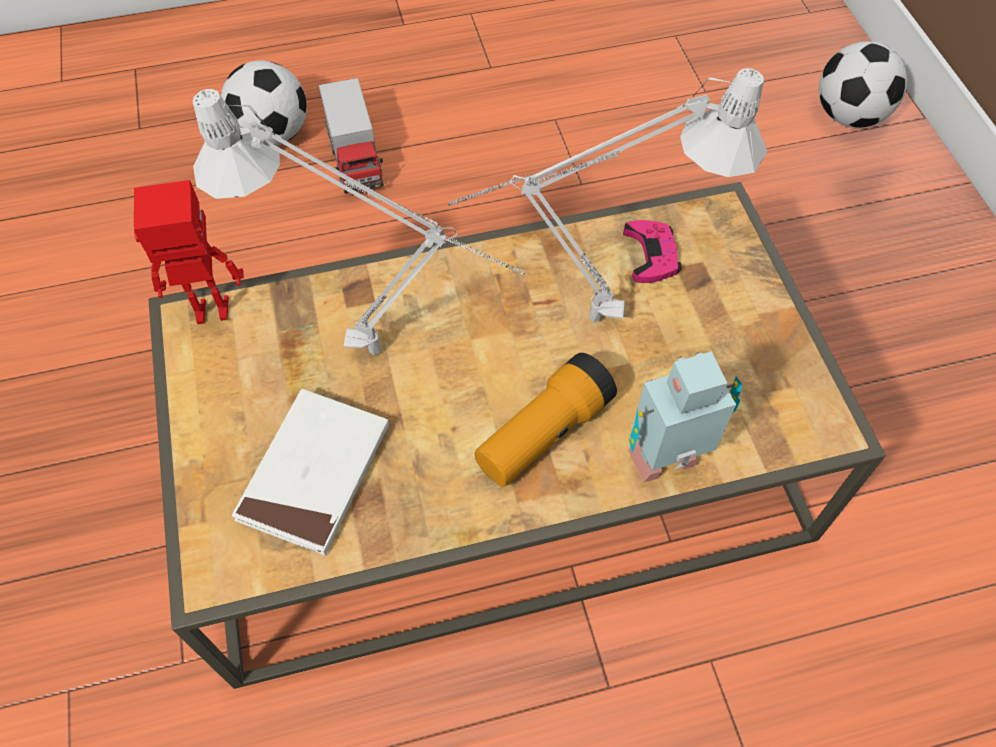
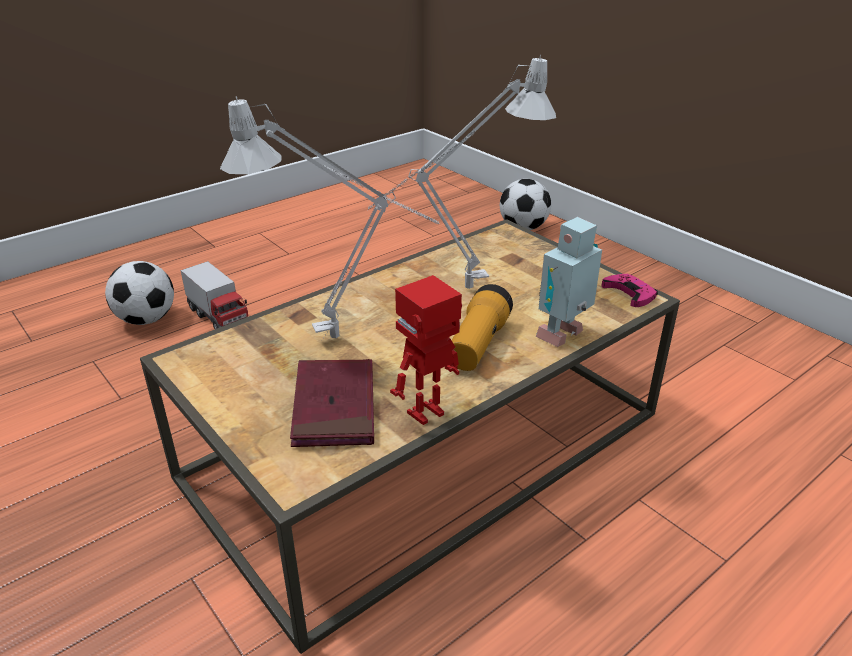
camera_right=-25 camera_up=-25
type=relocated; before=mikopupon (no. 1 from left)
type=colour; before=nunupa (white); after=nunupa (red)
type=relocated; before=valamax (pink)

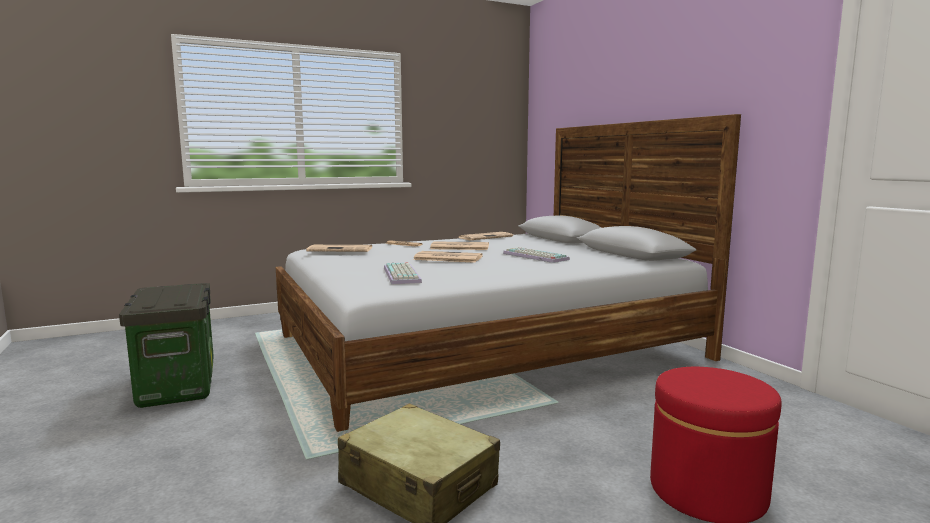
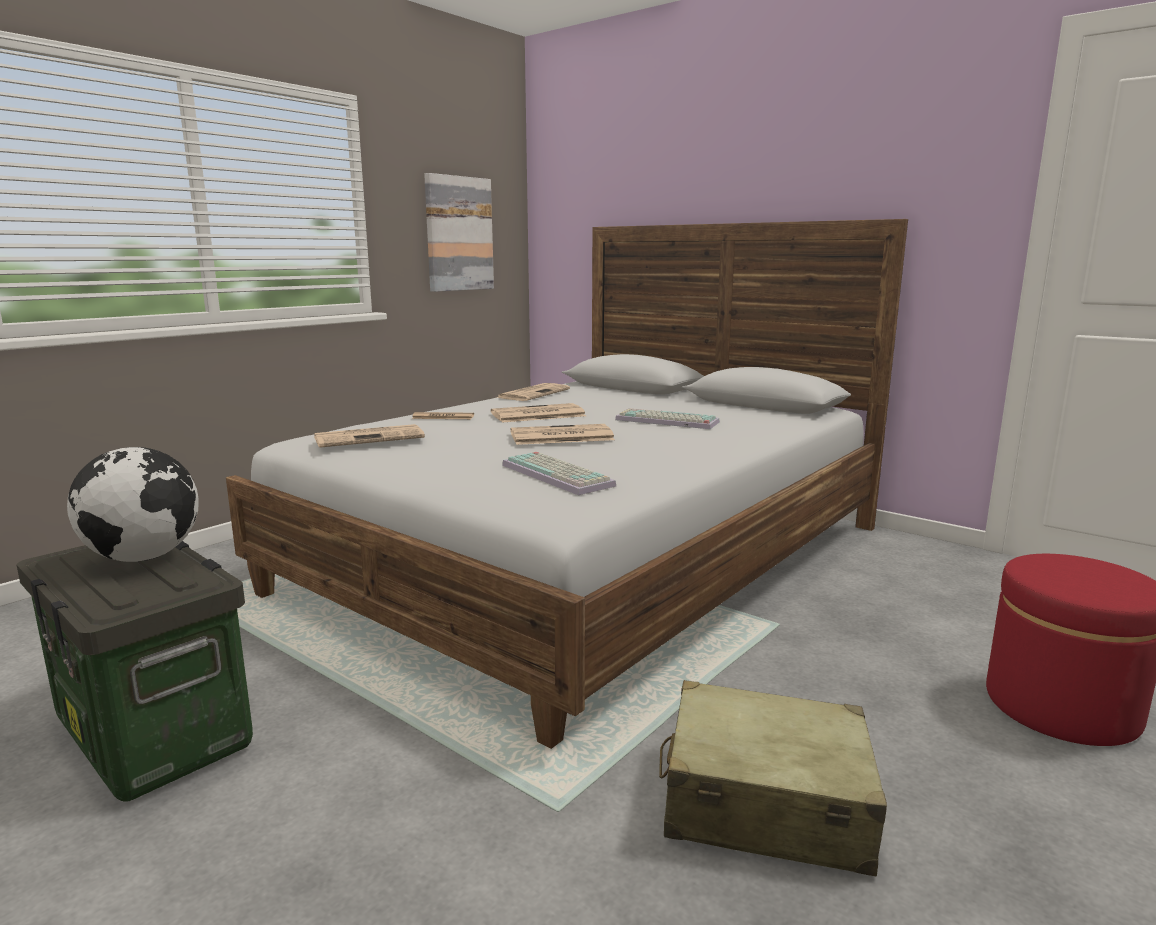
camera_right=-25 camera_up=5
type=appeared; after=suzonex
type=appeared; after=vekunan

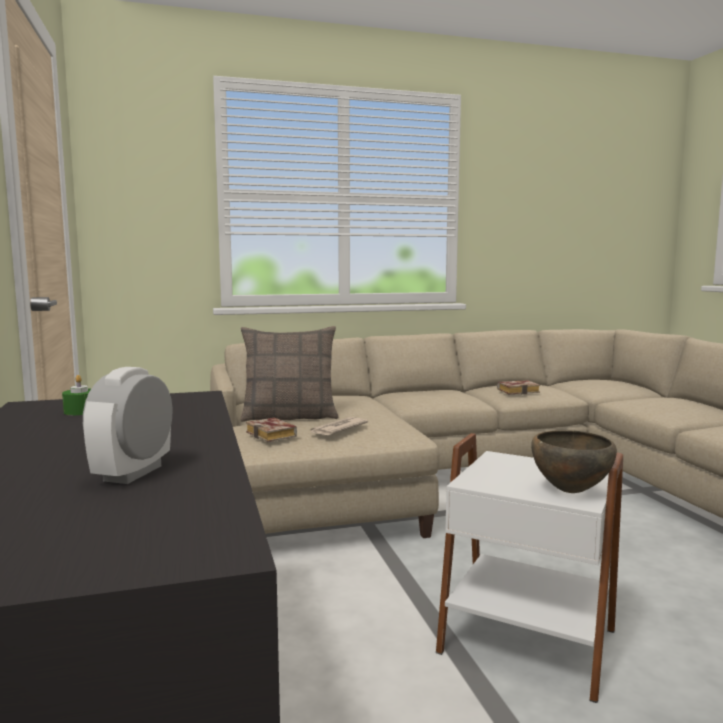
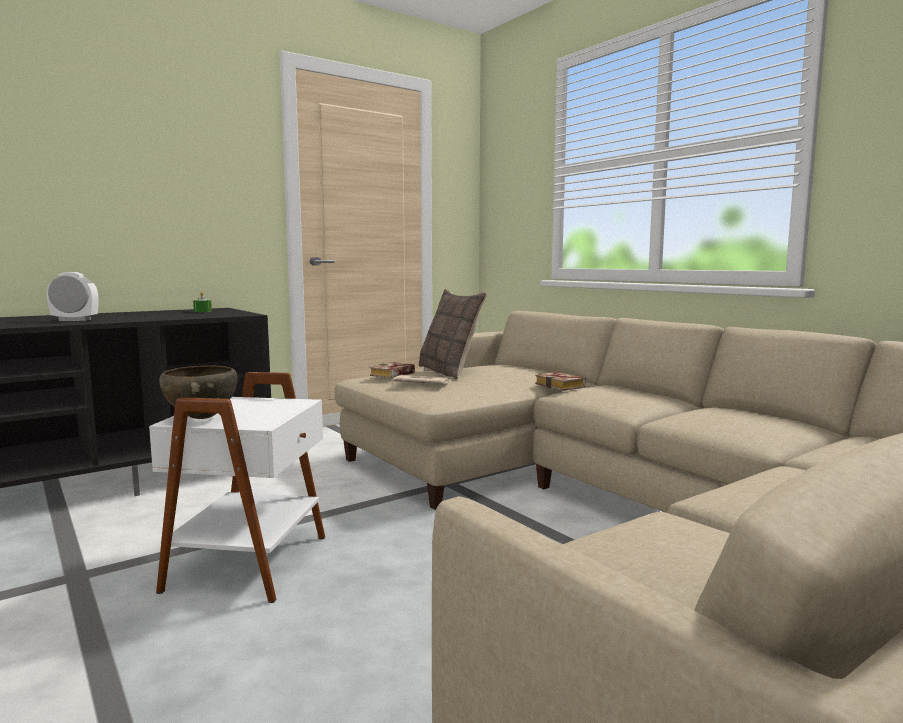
camera_right=70 camera_up=0
type=relocated; before=nunupa (no. 2 from left)

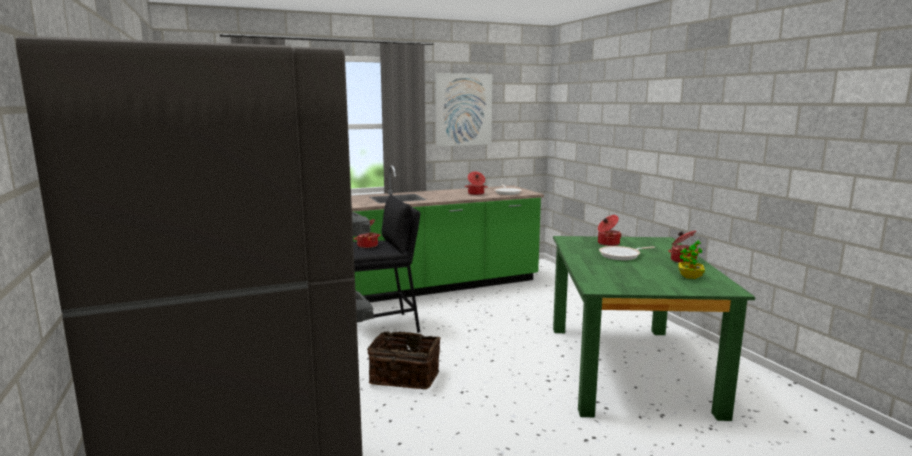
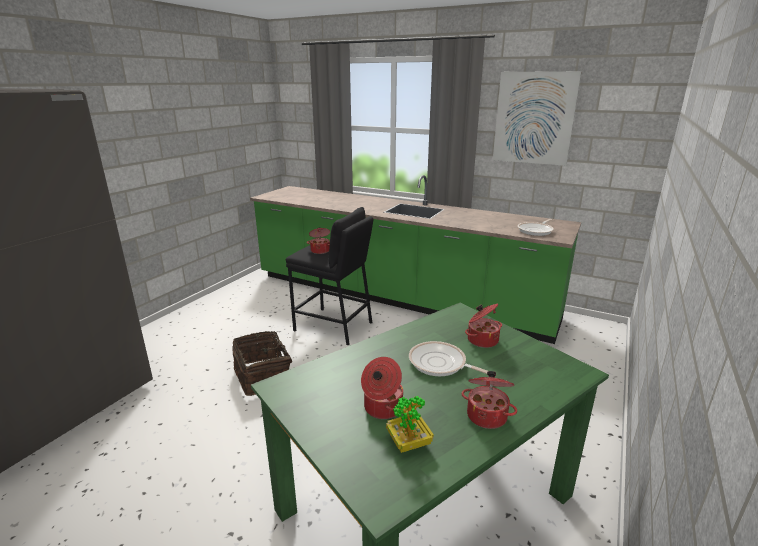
camera_right=50 camera_up=10
type=relocated; before=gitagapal (no. 2 from left)

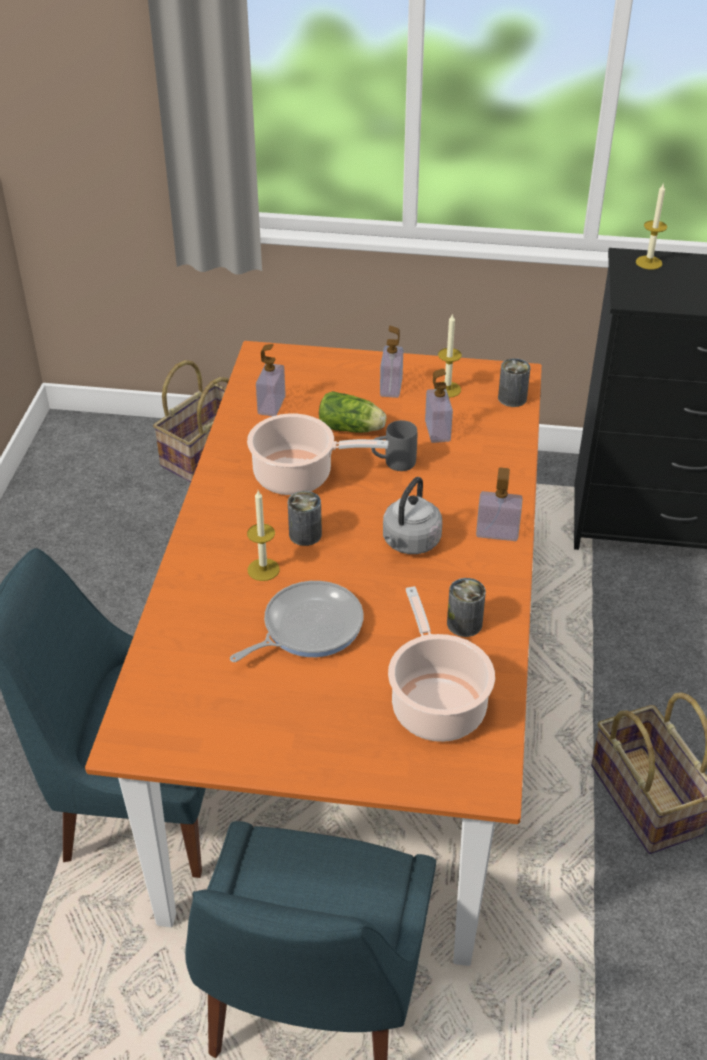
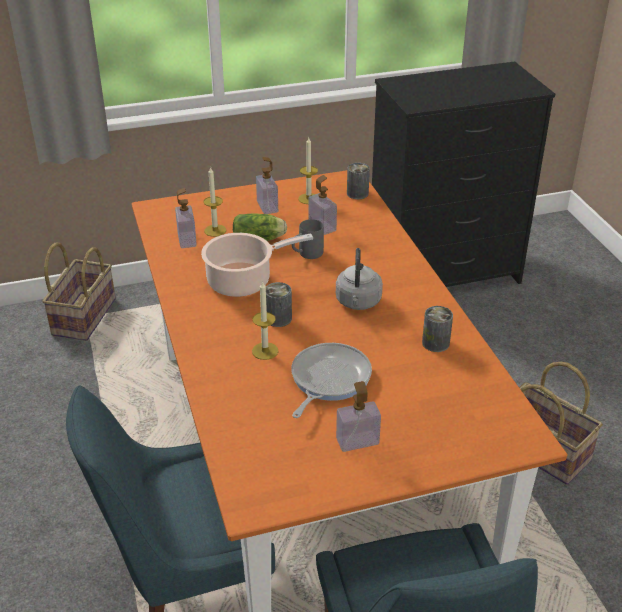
camera_right=-25 camera_up=-5
type=missing; before=gitagapal (no. 2 from left)
type=relocated; before=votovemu (no. 4 from left)
type=relocated; before=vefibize (no. 3 from left in the first image); after=vefibize (no. 1 from left)

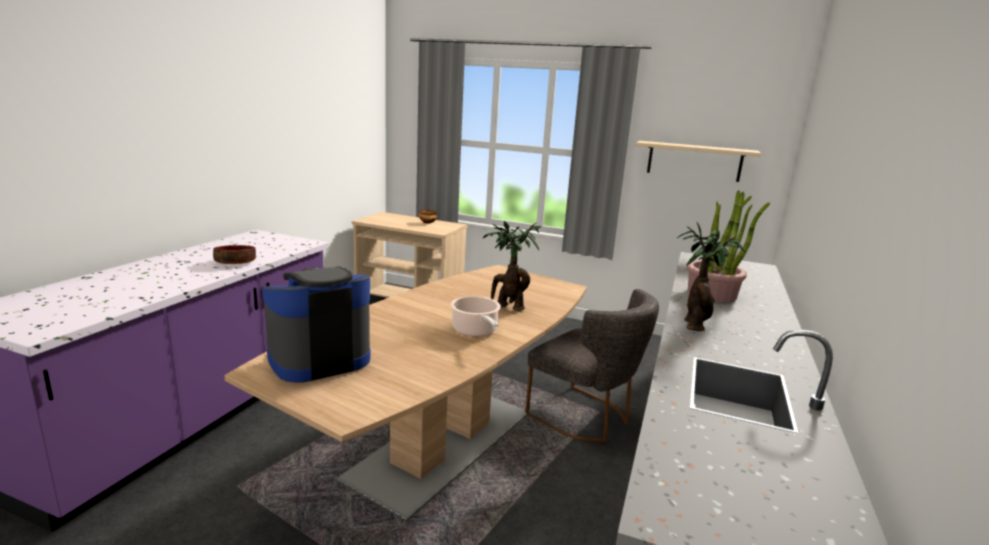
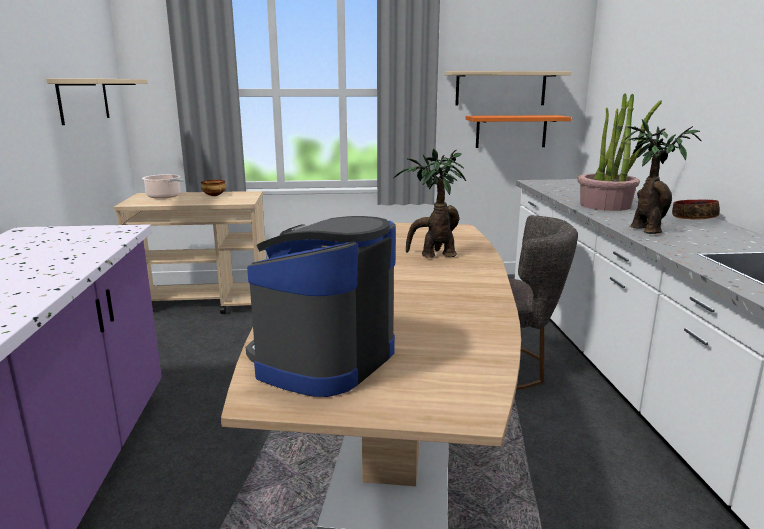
camera_right=-25 camera_up=0
type=relocated; before=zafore (no. 1 from left in the first image); after=zafore (no. 2 from left)
type=relocated; before=gitagapal
type=appeared; after=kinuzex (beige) (no. 1 from left)
type=appeared; after=kinuzex (orange)

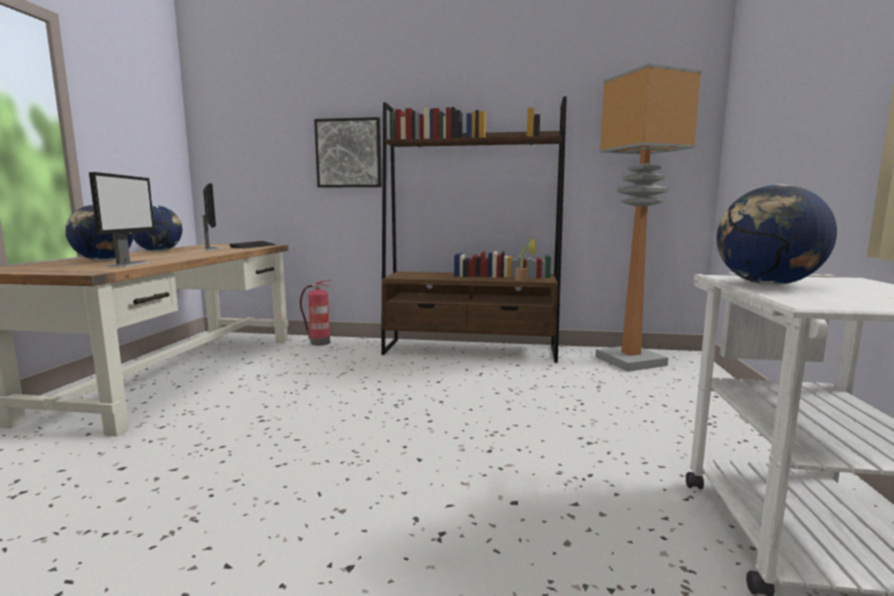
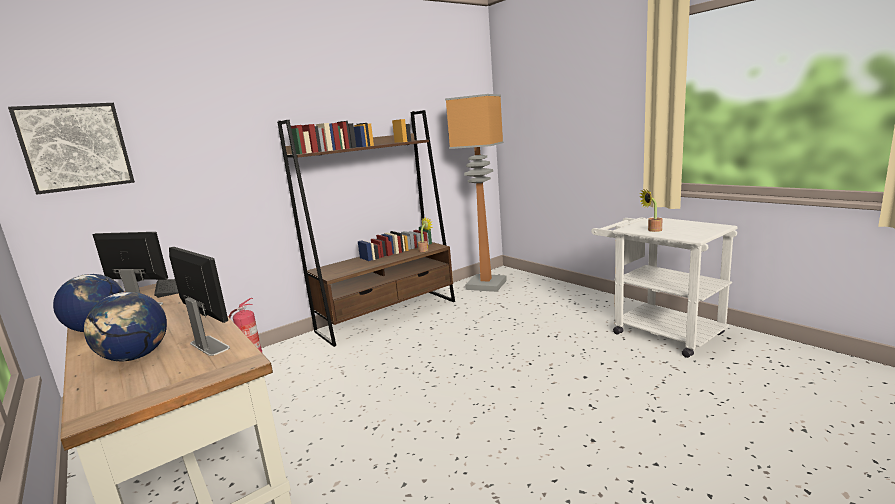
camera_right=-45 camera_up=5
type=relocated; before=vekunan
type=exchanged; before=suzonex (no. 3 from left); after=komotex (no. 2 from left)

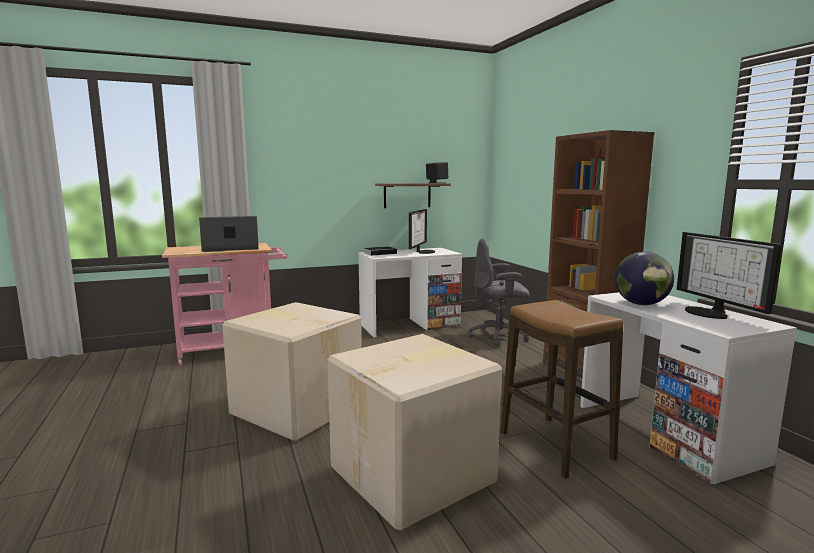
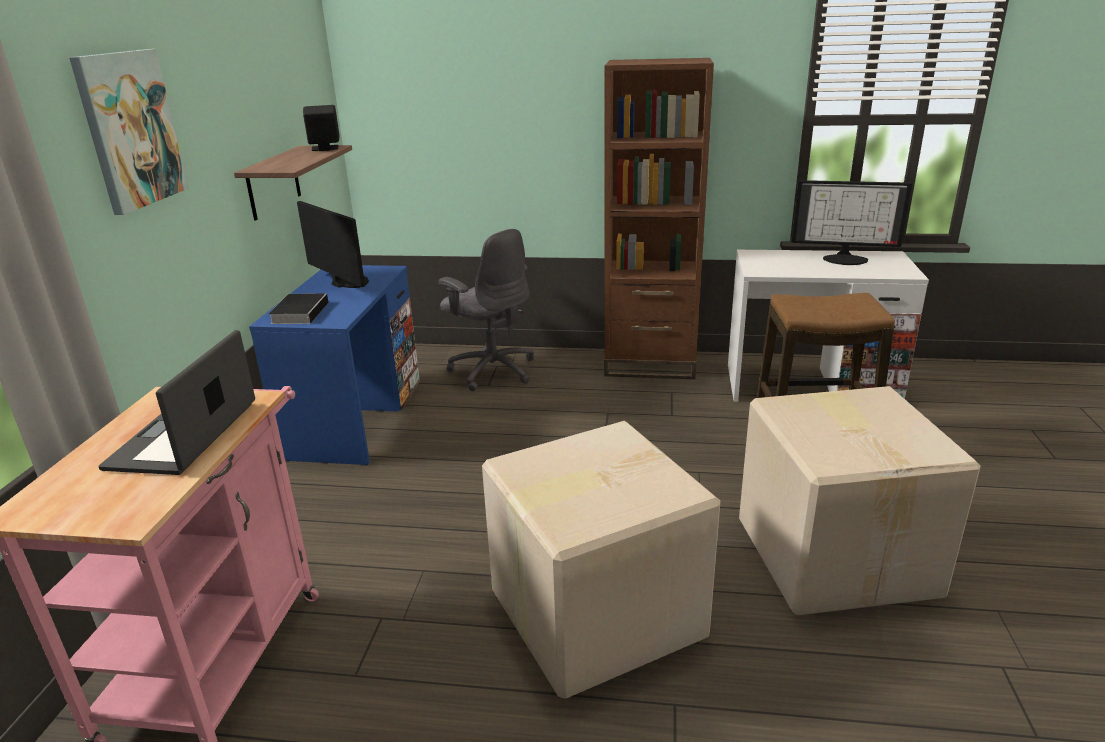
camera_right=-60 camera_up=15
type=colour; before=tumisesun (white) (no. 1 from left); after=tumisesun (blue)
type=spun; before=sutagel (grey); turn=-75
type=missing; before=suzonex
type=appeared; after=vekunan

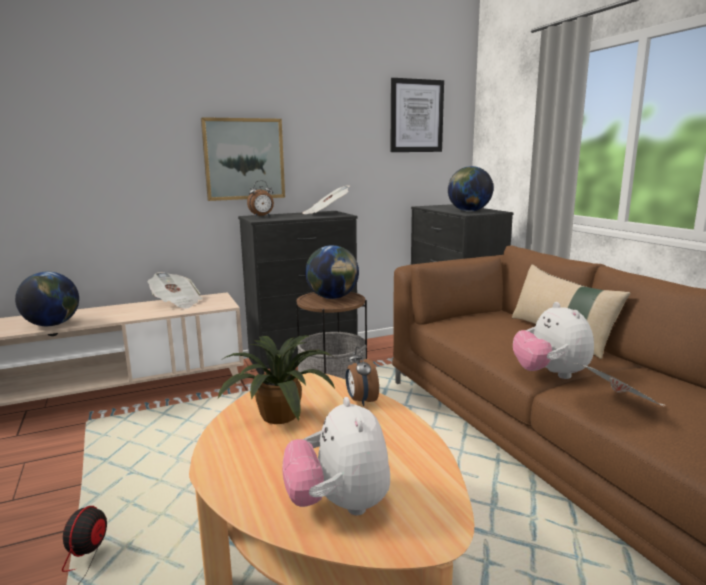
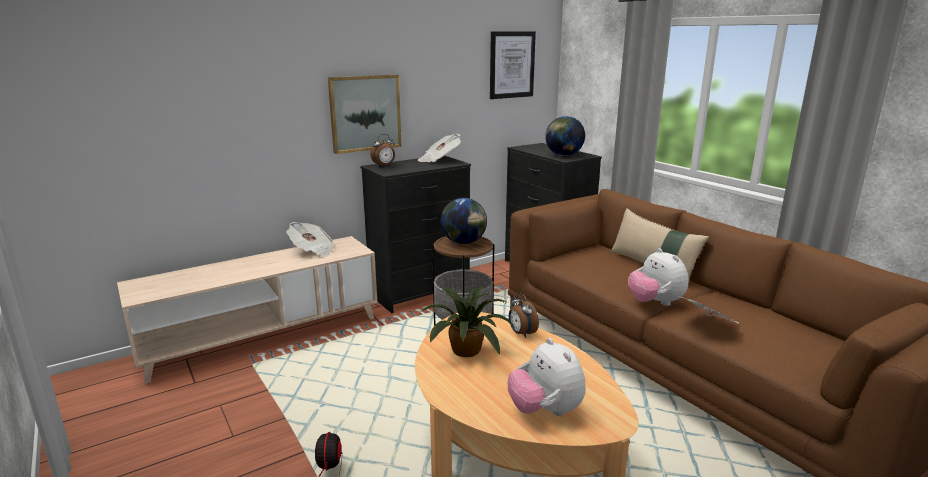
camera_right=-10 camera_up=5
type=missing; before=suzonex (no. 1 from left)

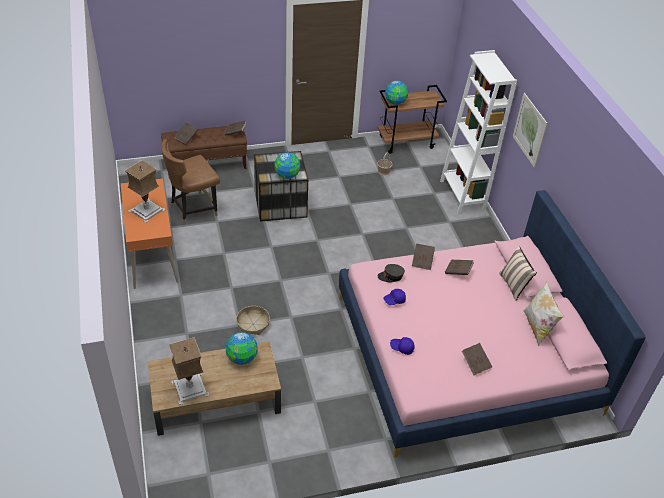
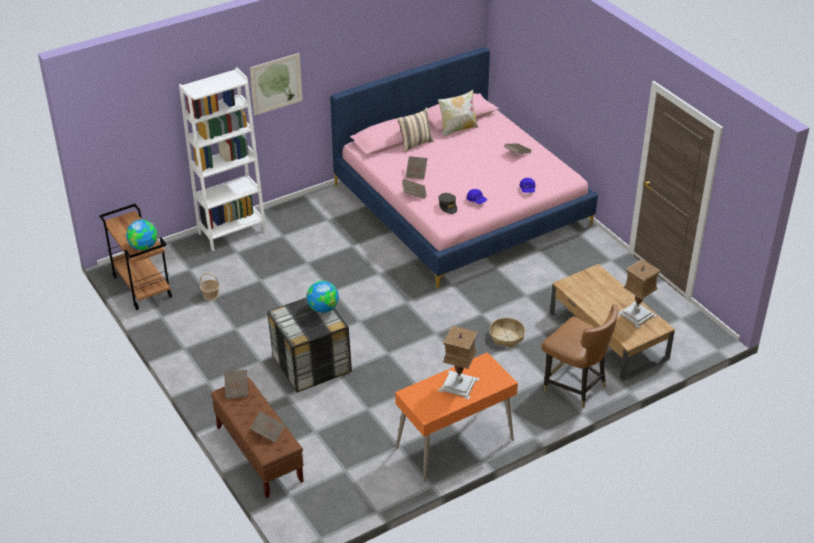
camera_right=-105 camera_up=-5
type=relocated; before=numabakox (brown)
type=missing; before=suzonex (no. 1 from left)

